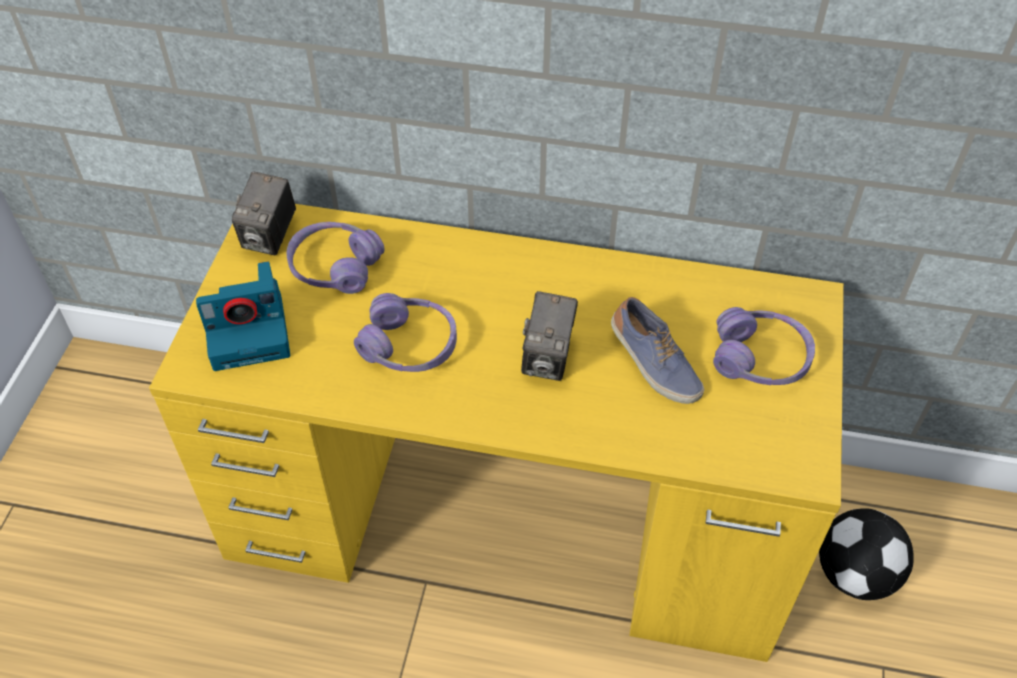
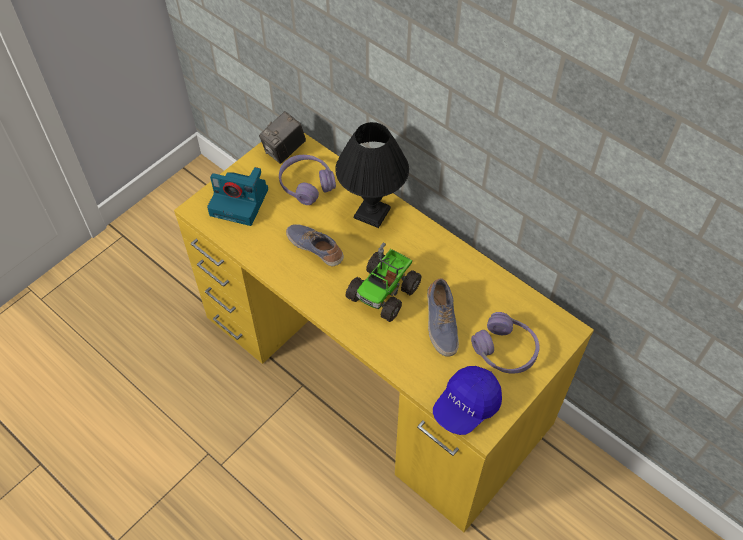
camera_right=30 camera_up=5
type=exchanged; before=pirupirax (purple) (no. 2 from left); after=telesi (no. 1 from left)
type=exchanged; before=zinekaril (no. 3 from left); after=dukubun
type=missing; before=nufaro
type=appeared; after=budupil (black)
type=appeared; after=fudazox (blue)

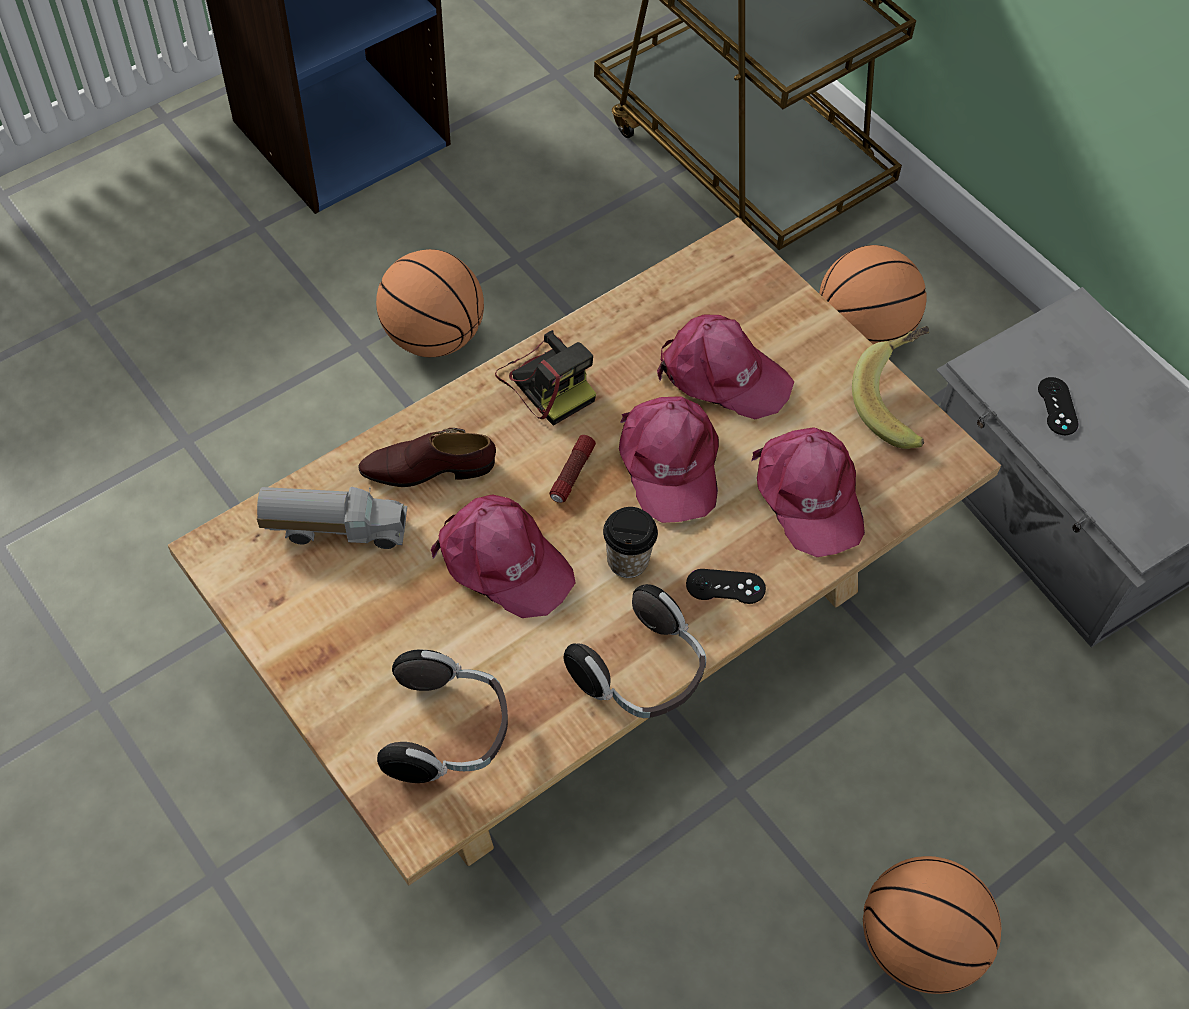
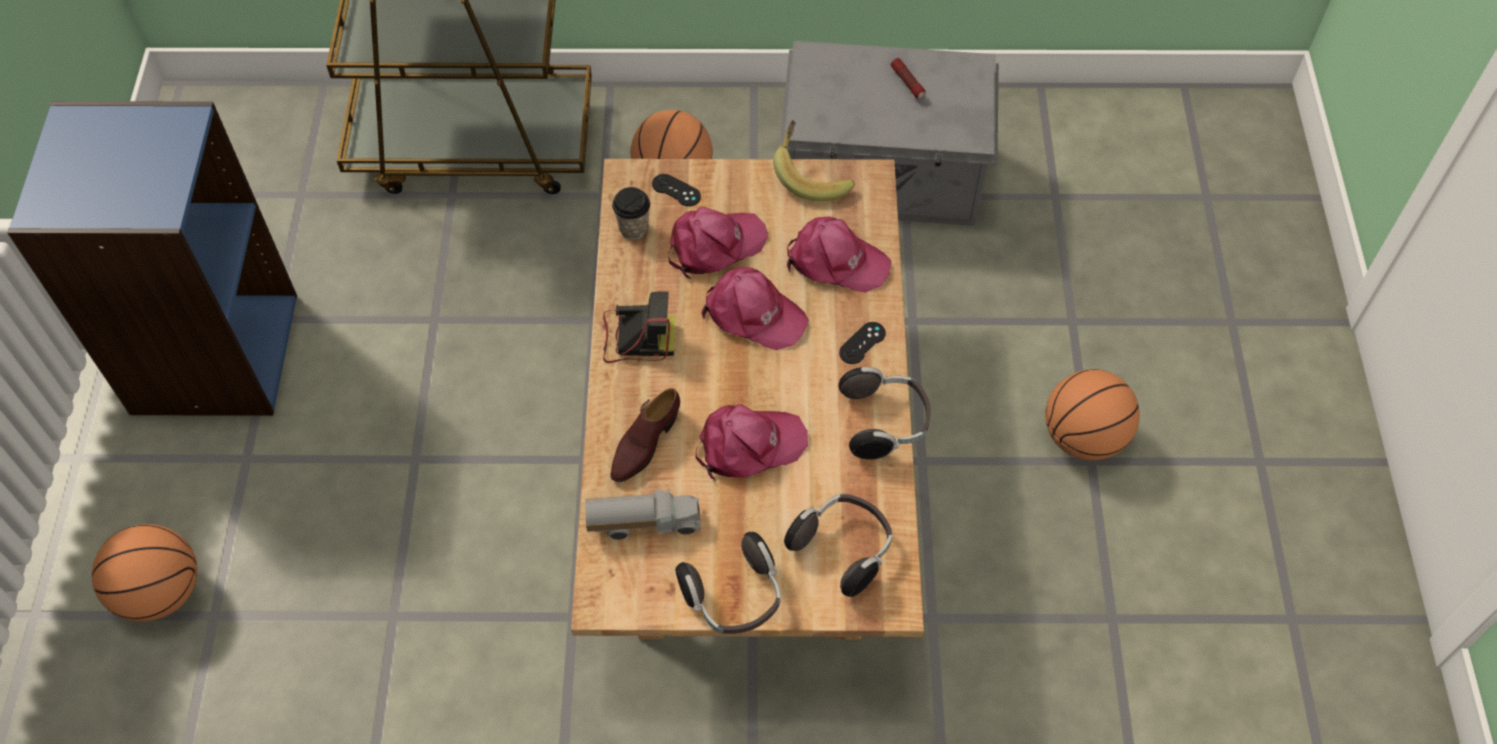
camera_right=-50 camera_up=0
type=spun; before=dukubun; turn=45
type=relocated; before=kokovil (no. 1 from left)
type=relocated; before=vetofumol
type=relocated; before=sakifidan
type=relocated; before=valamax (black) (no. 2 from left in the first image); after=valamax (black) (no. 1 from left)
type=appeared; after=pirupirax (no. 1 from left)

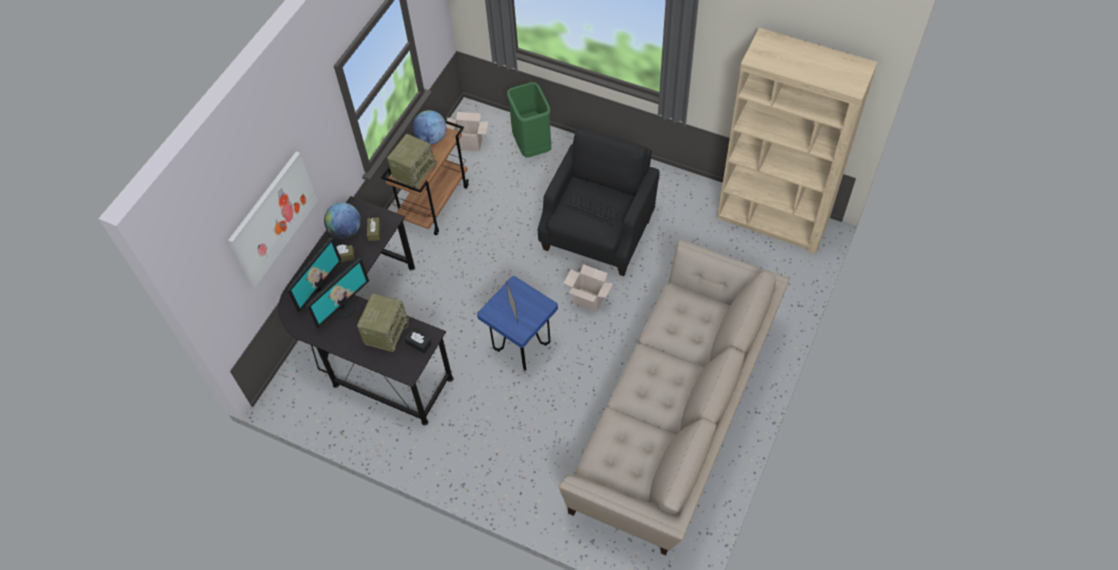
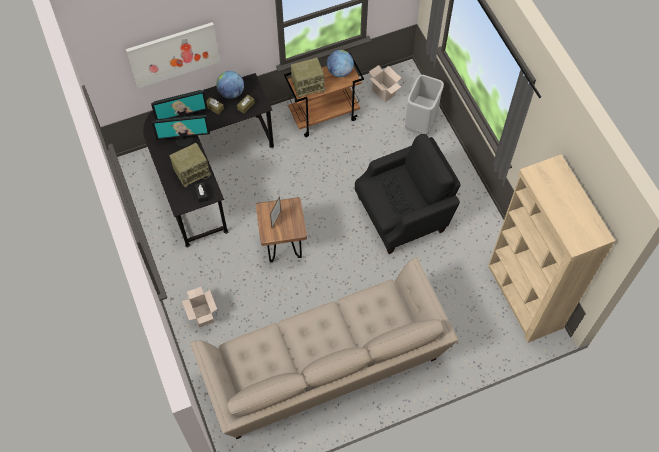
camera_right=40 camera_up=5
type=colour; before=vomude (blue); after=vomude (brown)
type=colour; before=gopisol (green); after=gopisol (grey)
type=relocated; before=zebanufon (no. 2 from left in the first image); after=zebanufon (no. 1 from left)

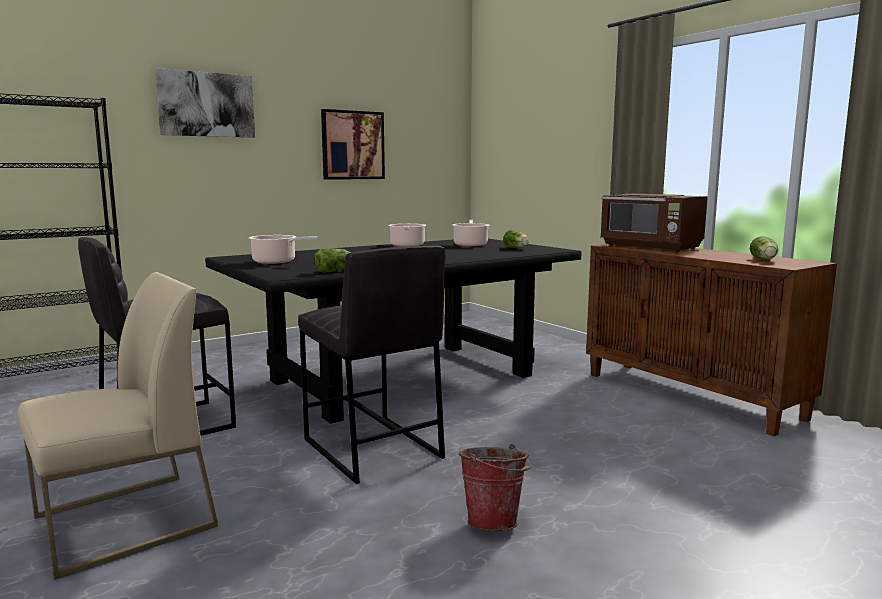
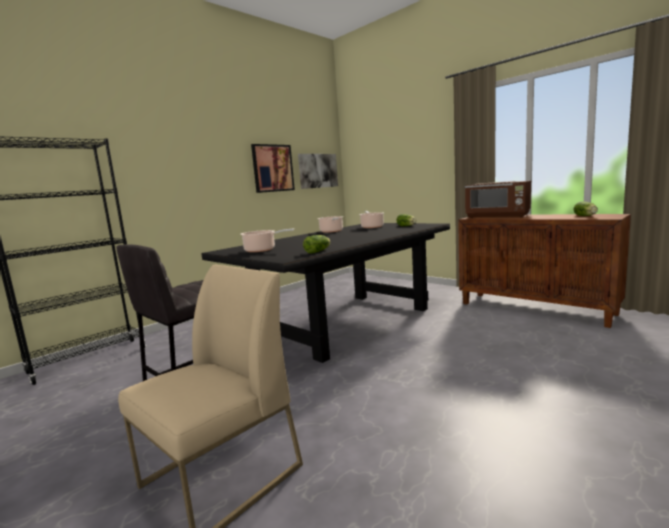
camera_right=-10 camera_up=0
type=relocated; before=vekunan (no. 1 from left in the first image); after=vekunan (no. 2 from left)
type=missing; before=vomude (grey) (no. 2 from left)
type=missing; before=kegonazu

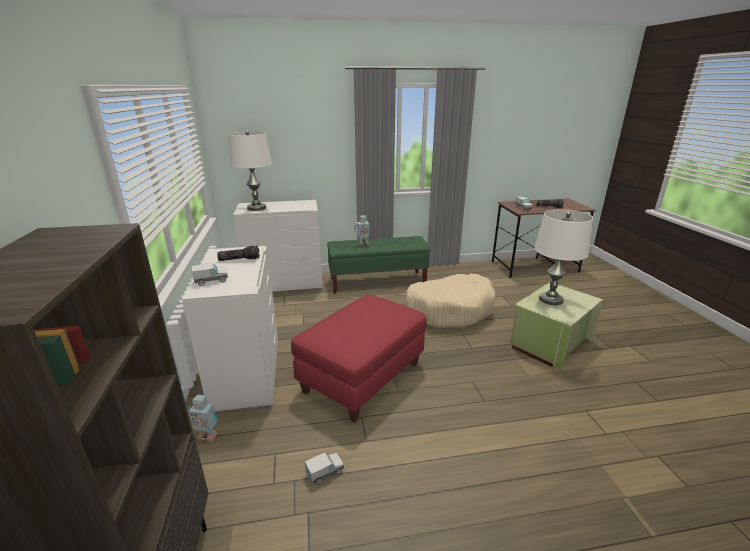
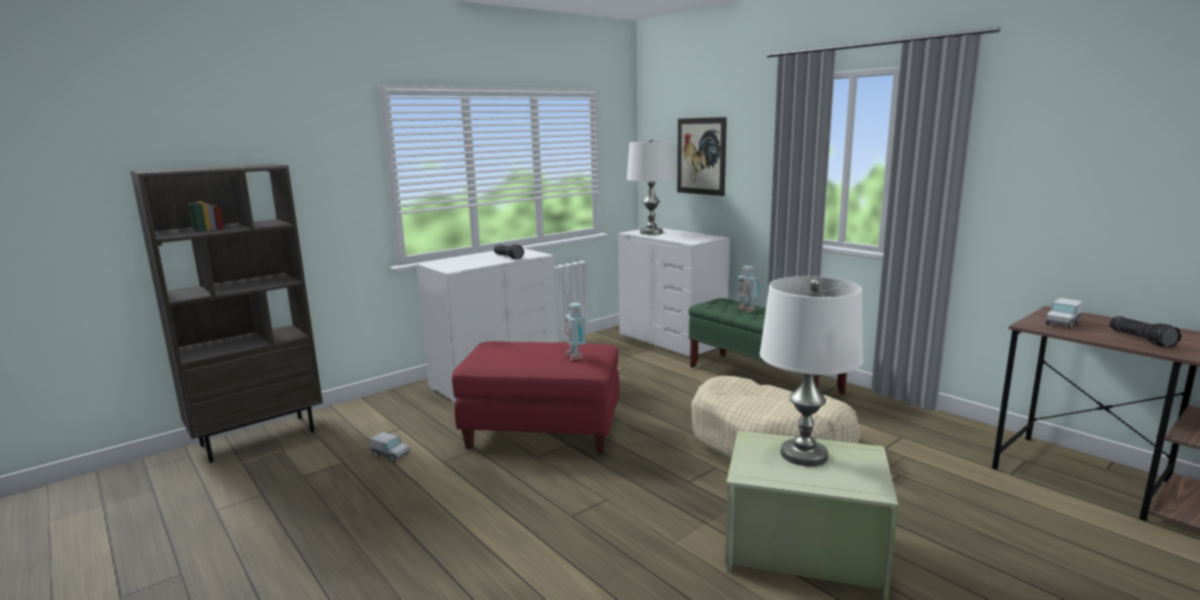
camera_right=60 camera_up=-10
type=relocated; before=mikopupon (no. 1 from left)
type=missing; before=dukubun (no. 1 from left)
type=appeared; after=vekunan

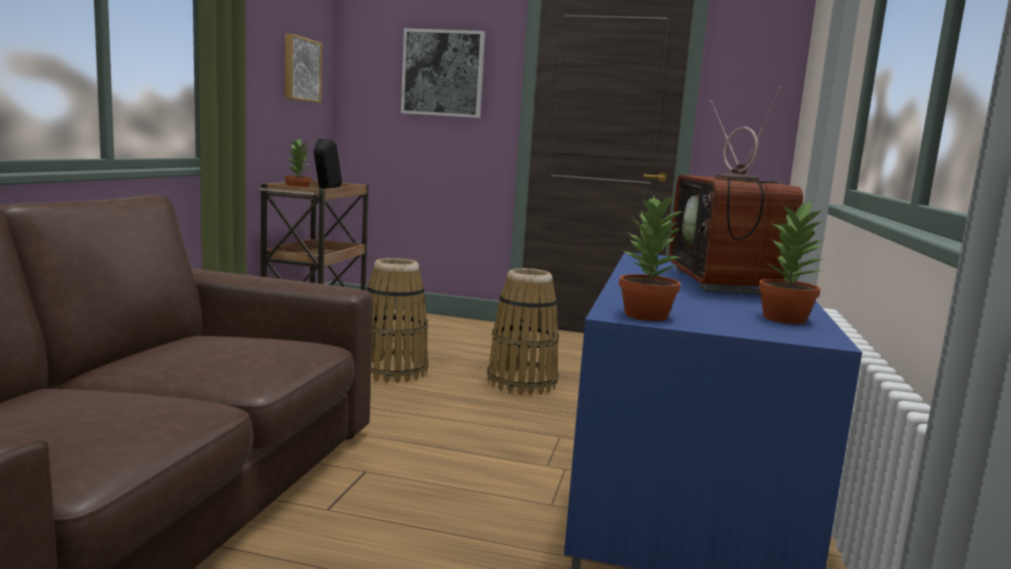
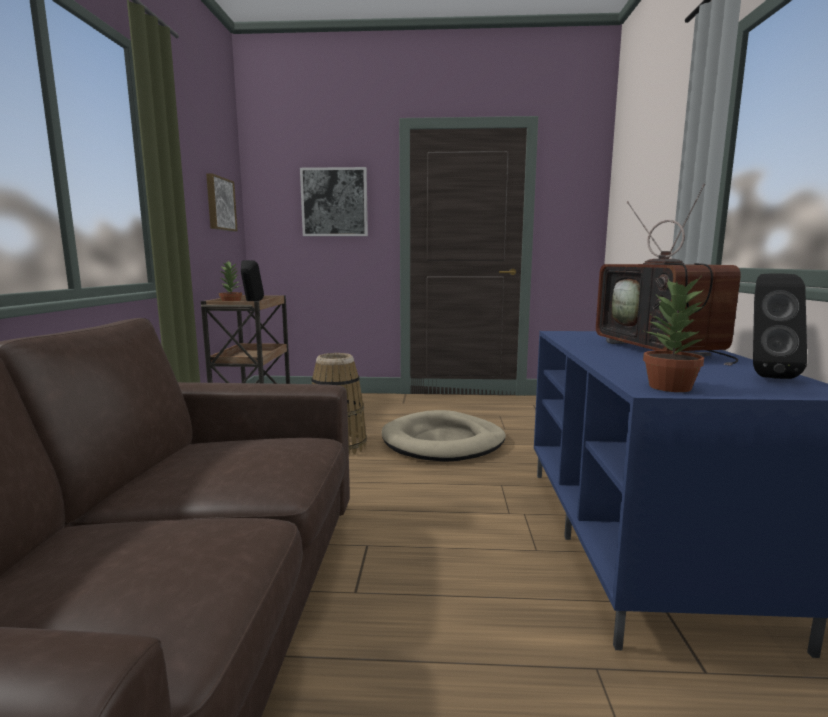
camera_right=-10 camera_up=0
type=exchanged; before=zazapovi (no. 2 from left); after=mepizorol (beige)
type=exchanged; before=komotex (no. 3 from left); after=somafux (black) (no. 2 from left)

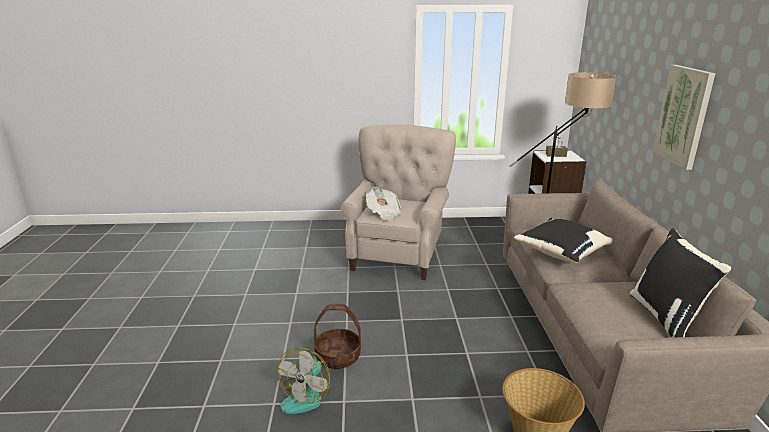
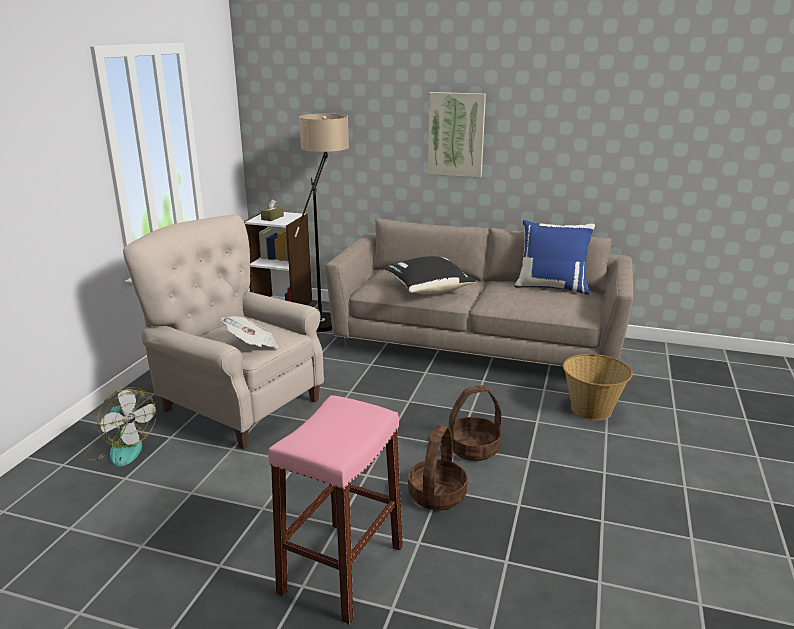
camera_right=-70 camera_up=0
type=relocated; before=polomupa
type=colour; before=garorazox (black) (no. 2 from left); after=garorazox (blue)
type=appeared; after=vomude (pink)
type=appeared; after=zazapovi (no. 2 from left)

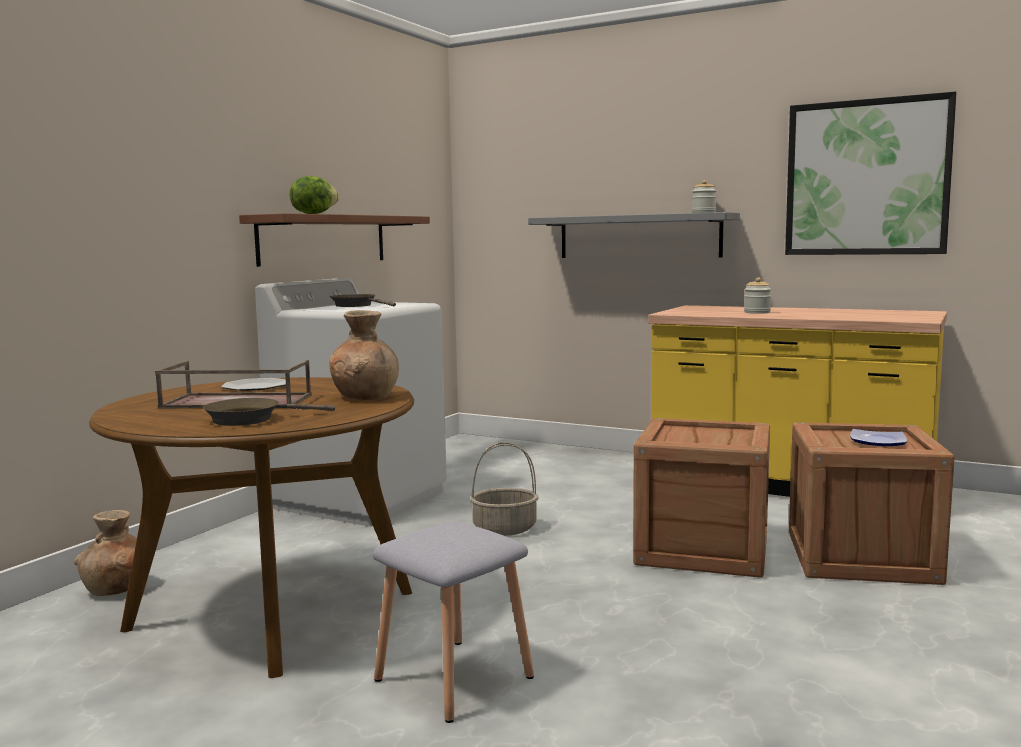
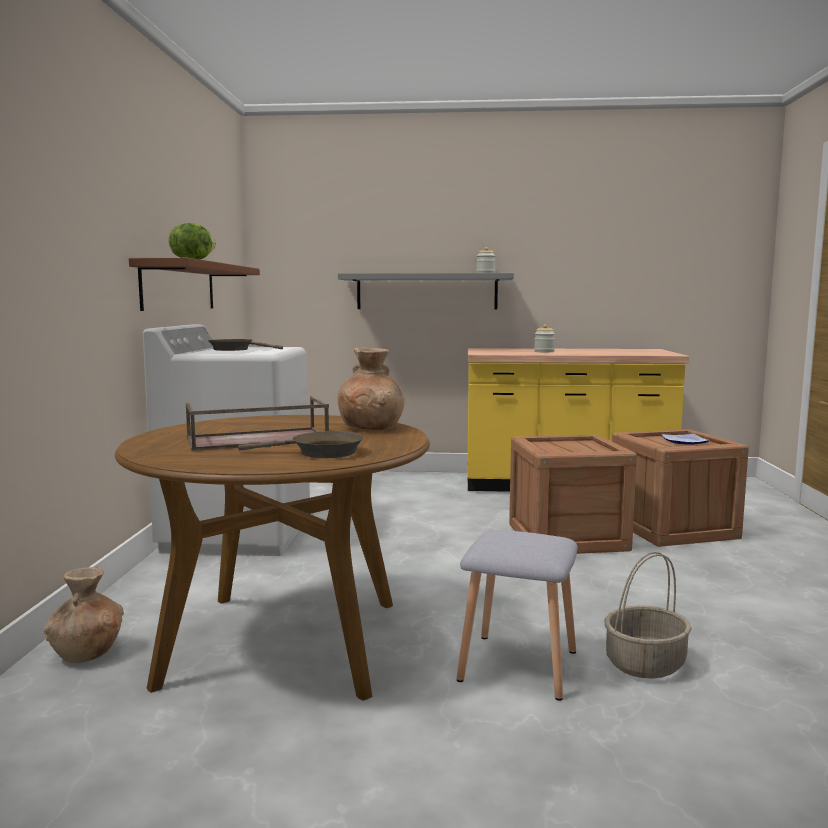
camera_right=-25 camera_up=0
type=spun; before=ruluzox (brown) (no. 1 from left in the first image); turn=-135
type=missing; before=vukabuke (no. 1 from left)
type=relocated; before=zazapovi
type=missing; before=vekunan

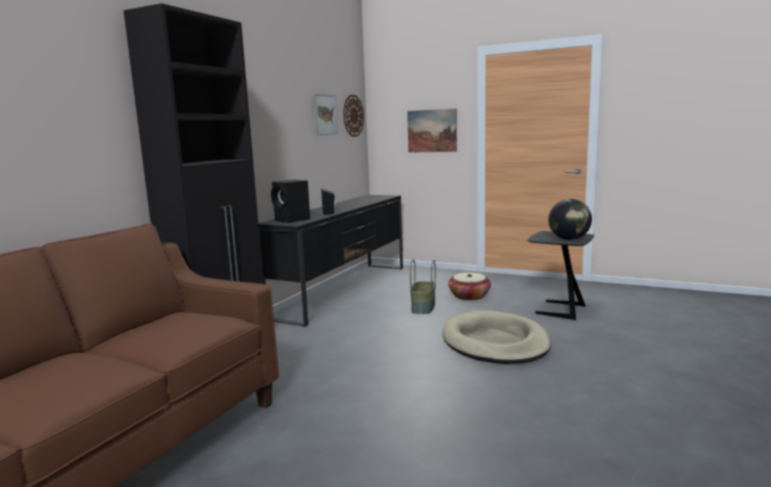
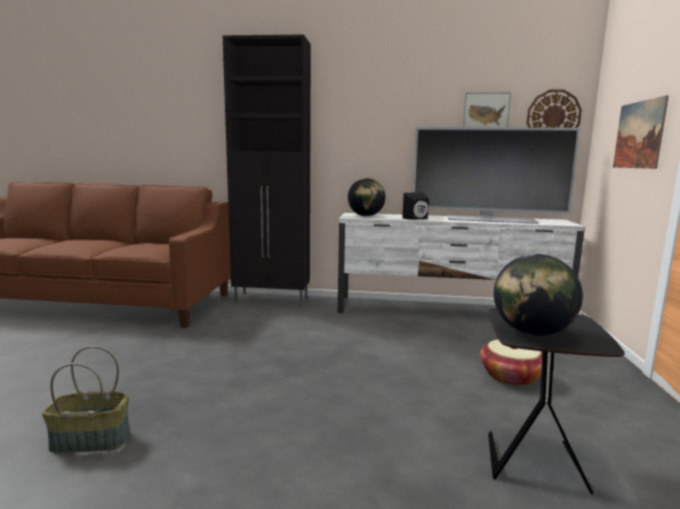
camera_right=70 camera_up=0
type=colour; before=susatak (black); after=susatak (white)
type=exchanged; before=somafux (black) (no. 1 from left); after=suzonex (no. 1 from left)
type=relocated; before=zazapovi (no. 1 from left)
type=missing; before=mepizorol (beige)
type=appeared; after=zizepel

